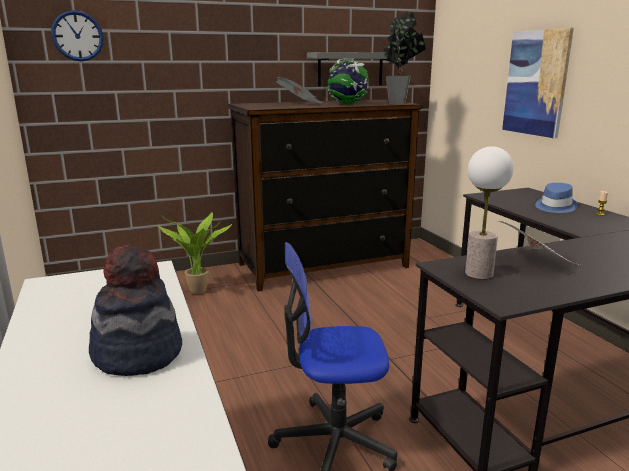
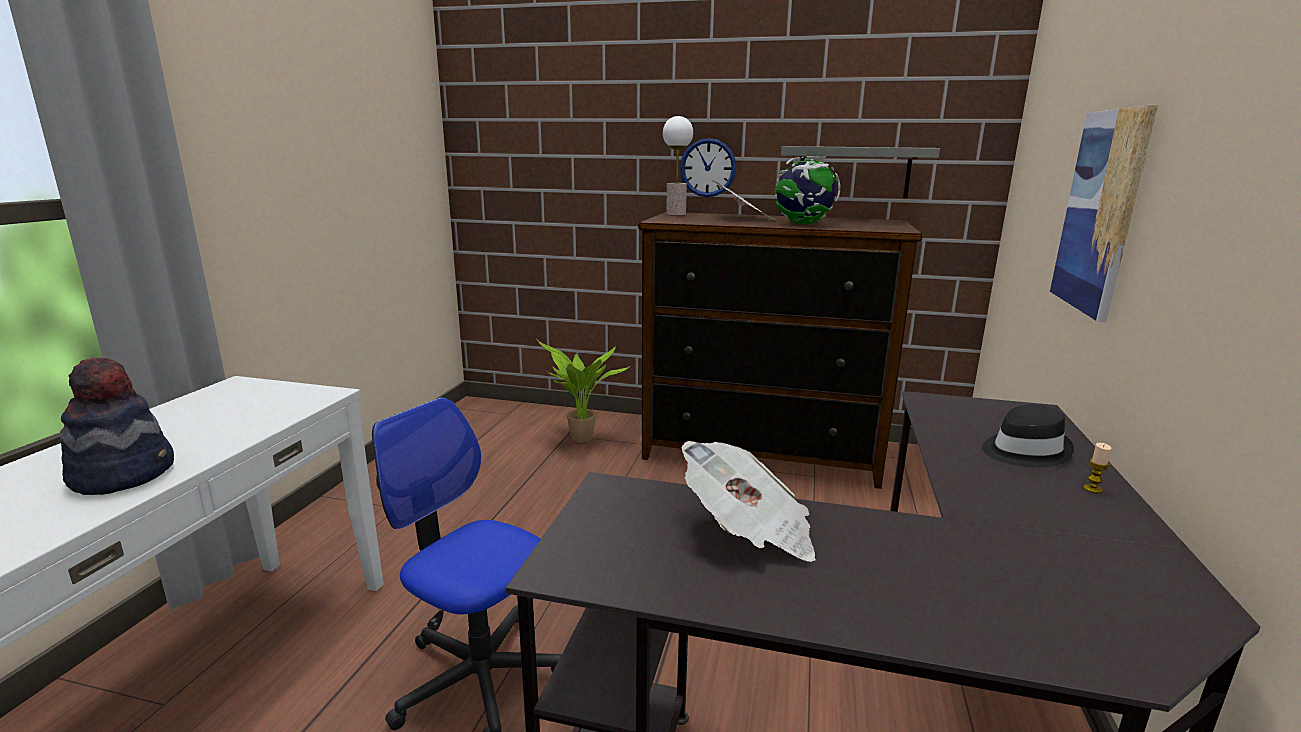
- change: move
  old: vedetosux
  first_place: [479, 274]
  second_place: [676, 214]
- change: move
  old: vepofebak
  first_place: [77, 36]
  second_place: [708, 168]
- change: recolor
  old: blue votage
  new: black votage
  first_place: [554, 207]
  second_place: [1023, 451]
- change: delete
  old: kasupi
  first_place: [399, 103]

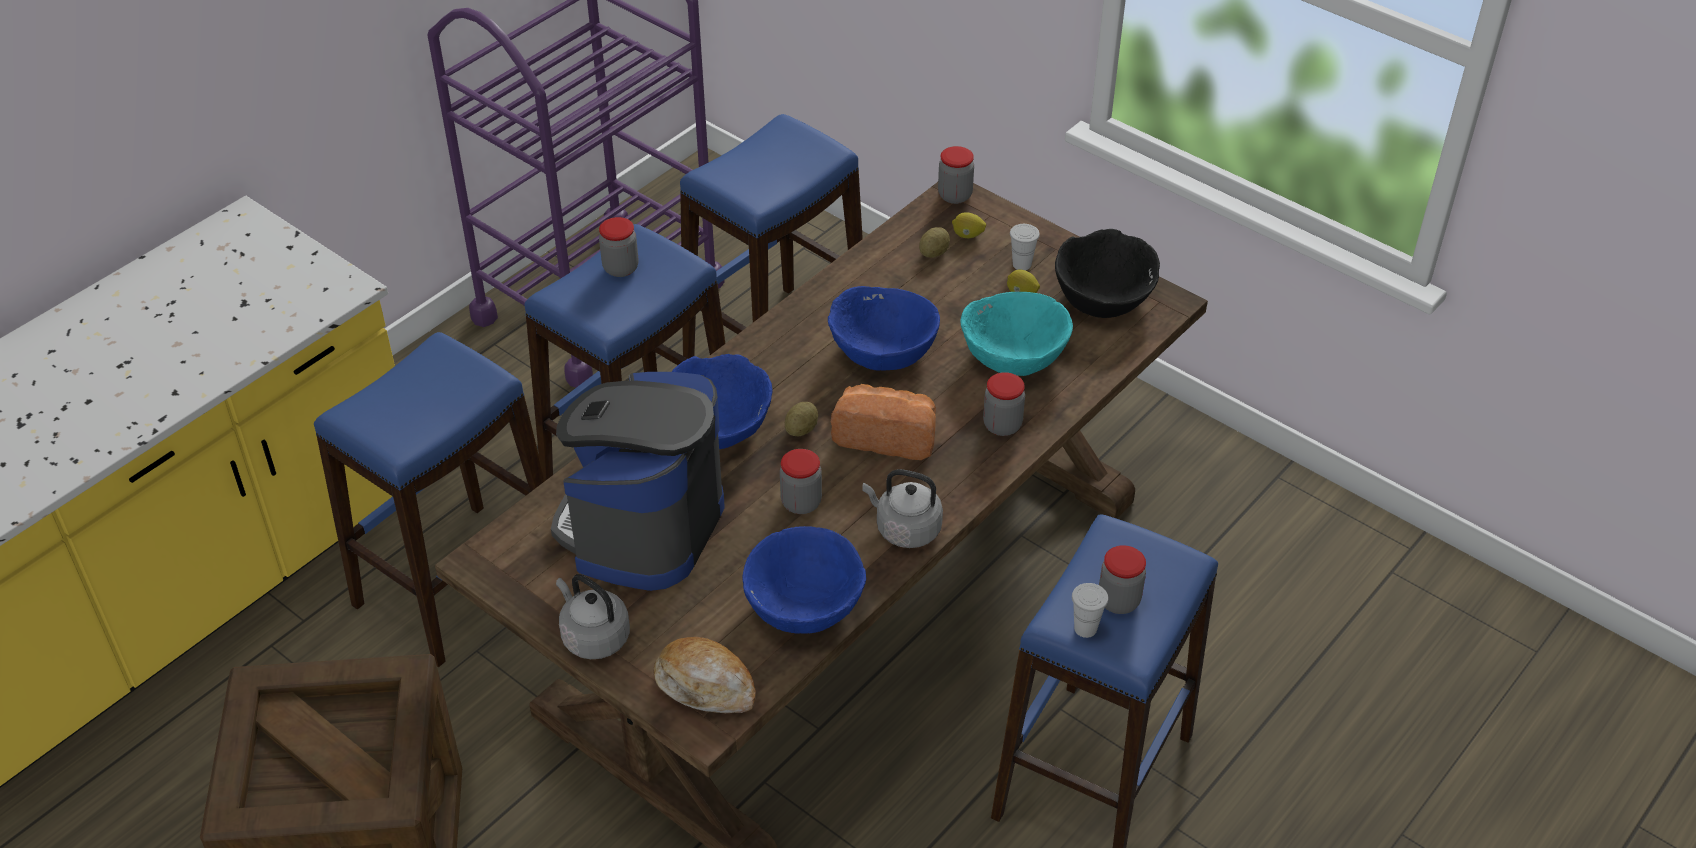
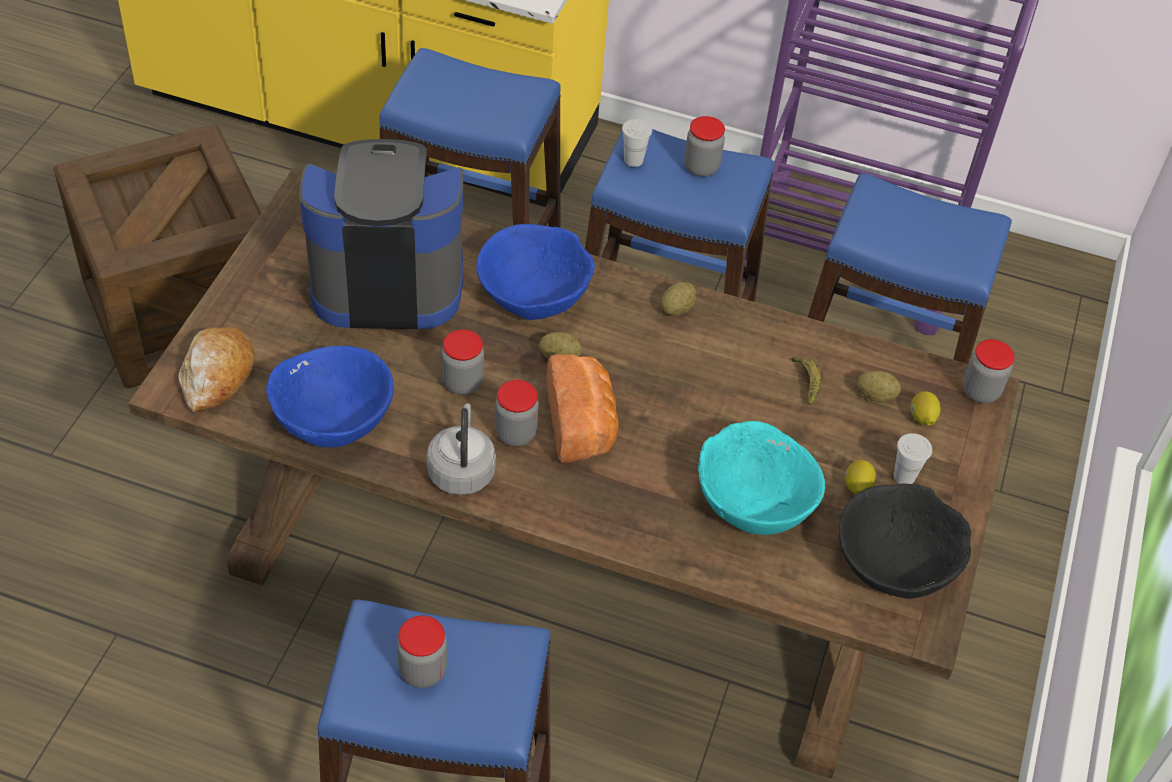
- change: move
  old: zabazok
  first_place: [1002, 425]
  second_place: [515, 433]
- change: move
  old: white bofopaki
  first_place: [1085, 628]
  second_place: [633, 160]
- change: insert
  new: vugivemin
  second_place: [677, 308]
- change: insert
  new: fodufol
  second_place: [806, 382]
- change: delete
  old: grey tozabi
  first_place: [593, 636]
- change: delete
  old: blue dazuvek
  first_place: [883, 350]

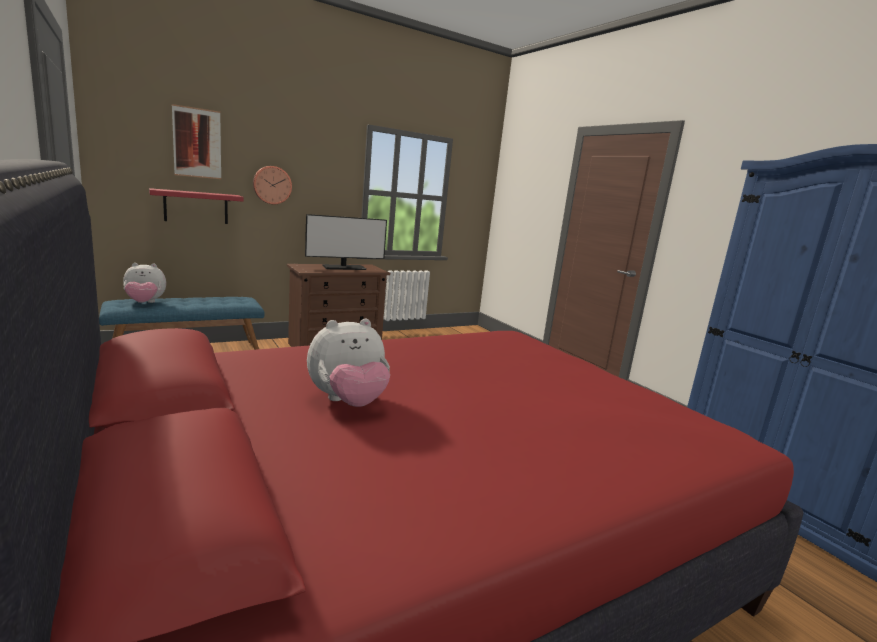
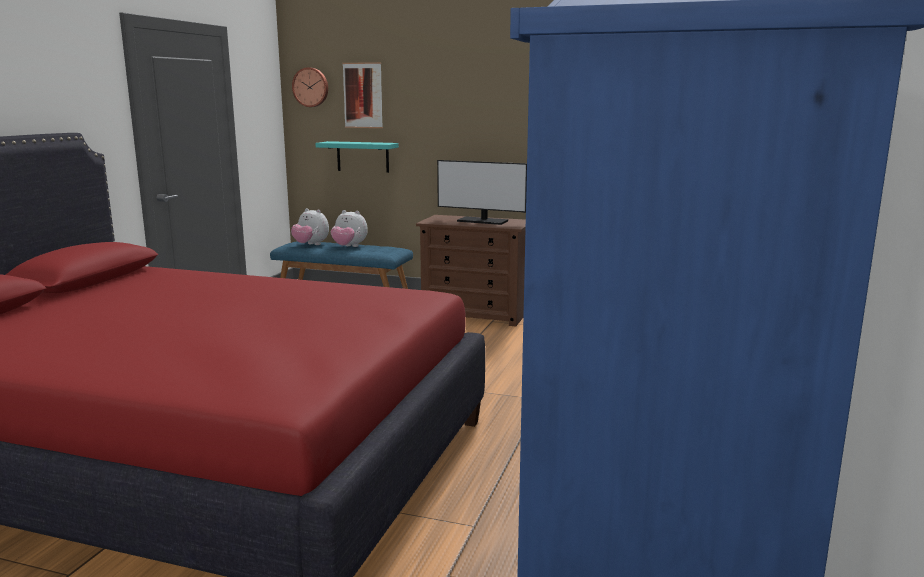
- change: move
  old: vepofebak
  first_place: [272, 185]
  second_place: [311, 87]
- change: recolor
  old: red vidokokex
  new: turquoise vidokokex
  first_place: [196, 207]
  second_place: [362, 156]
- change: move
  old: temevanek
  first_place: [348, 402]
  second_place: [349, 247]

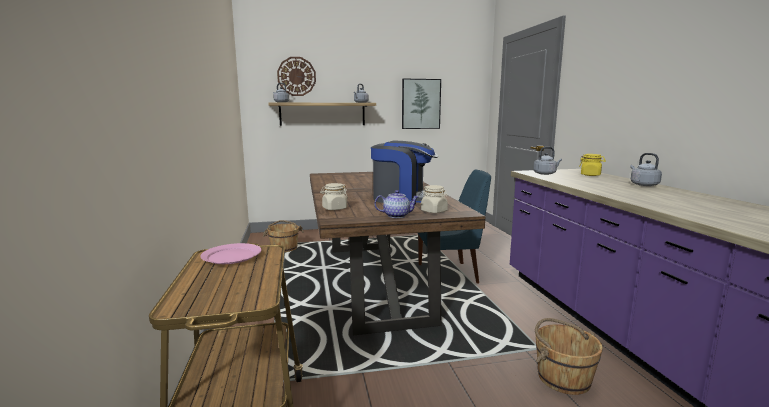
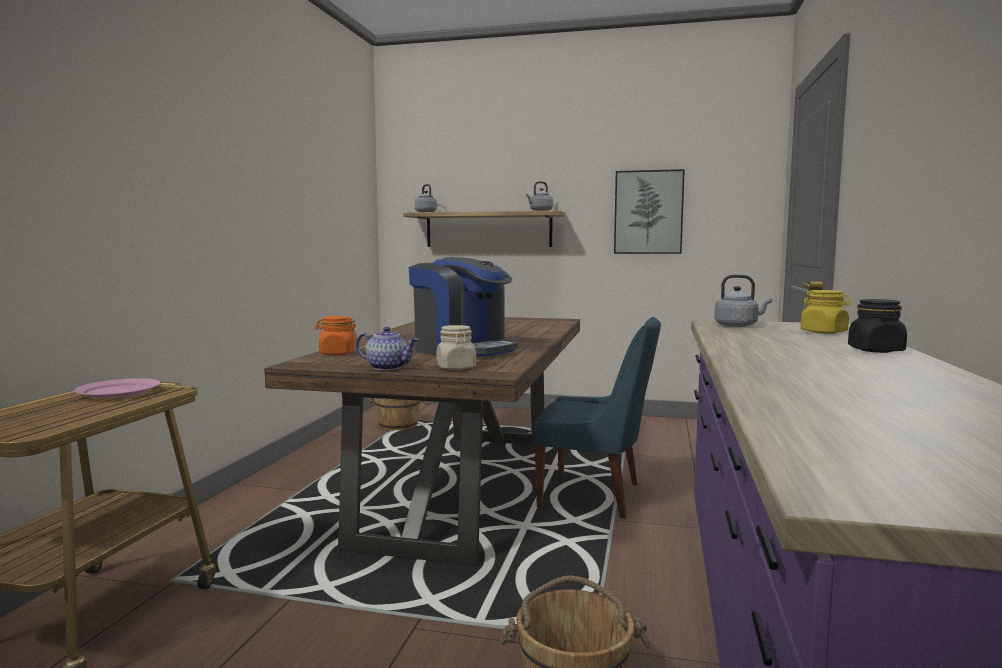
- change: recolor
  old: beige zabazok
  new: orange zabazok
  first_place: [334, 208]
  second_place: [336, 353]
- change: replace
  old: grey tozabi
  new: black zabazok
  first_place: [643, 184]
  second_place: [876, 350]
- change: delete
  old: vepofebak
  first_place: [296, 76]

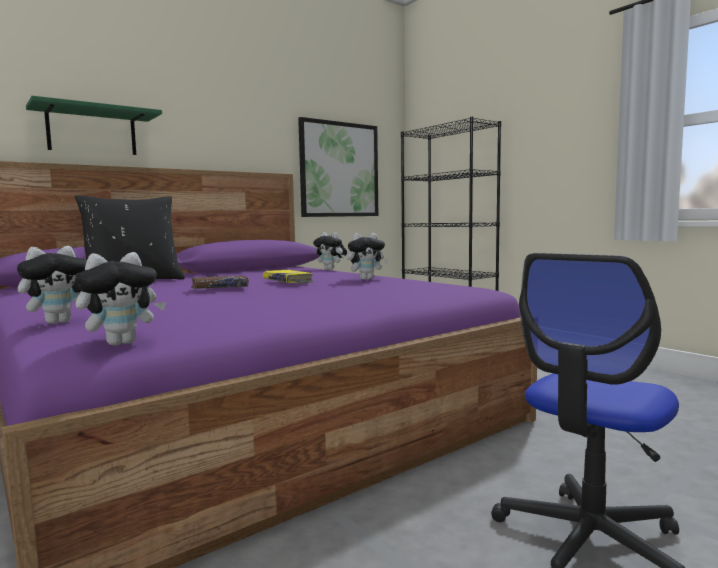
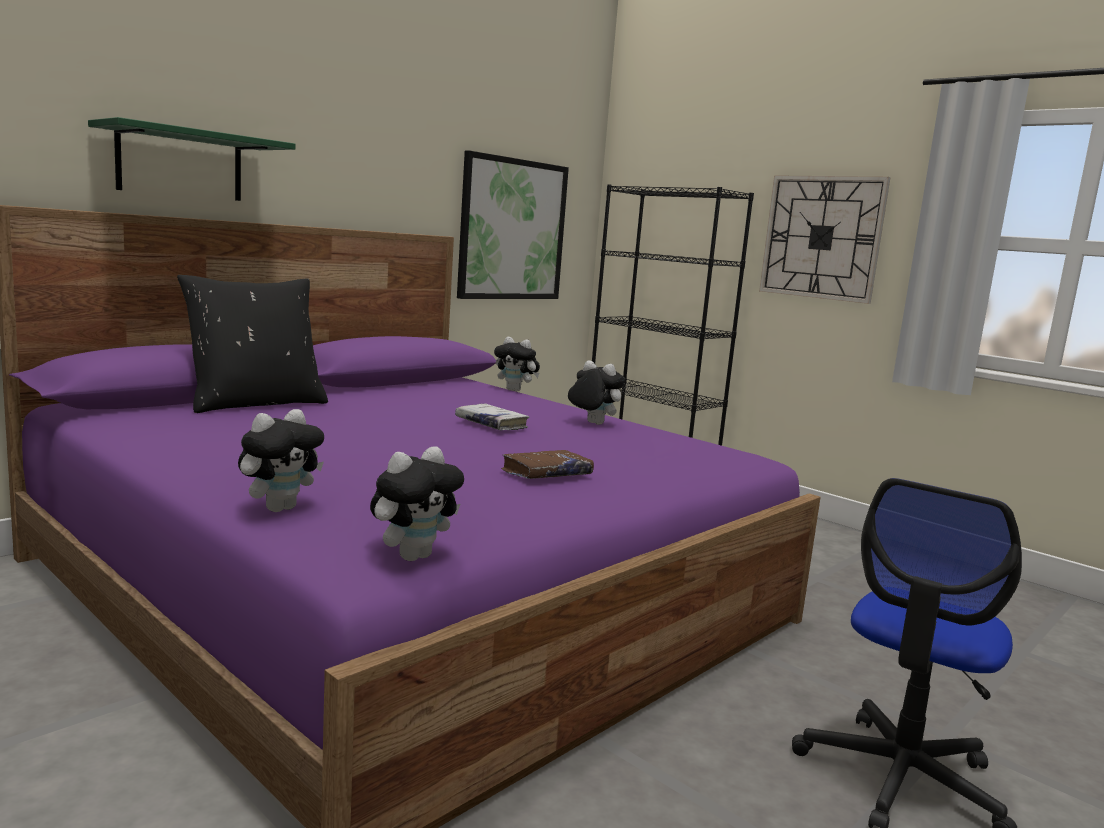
- change: recolor
  old: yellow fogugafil
  new: white fogugafil
  first_place: [287, 282]
  second_place: [491, 424]
- change: move
  old: brown fogugafil
  first_place: [219, 288]
  second_place: [546, 474]
- change: rotate
  old: temevanek
  first_place: [366, 279]
  second_place: [592, 423]
  degrees: -120
- change: insert
  new: vepofebak
  second_place: [822, 237]

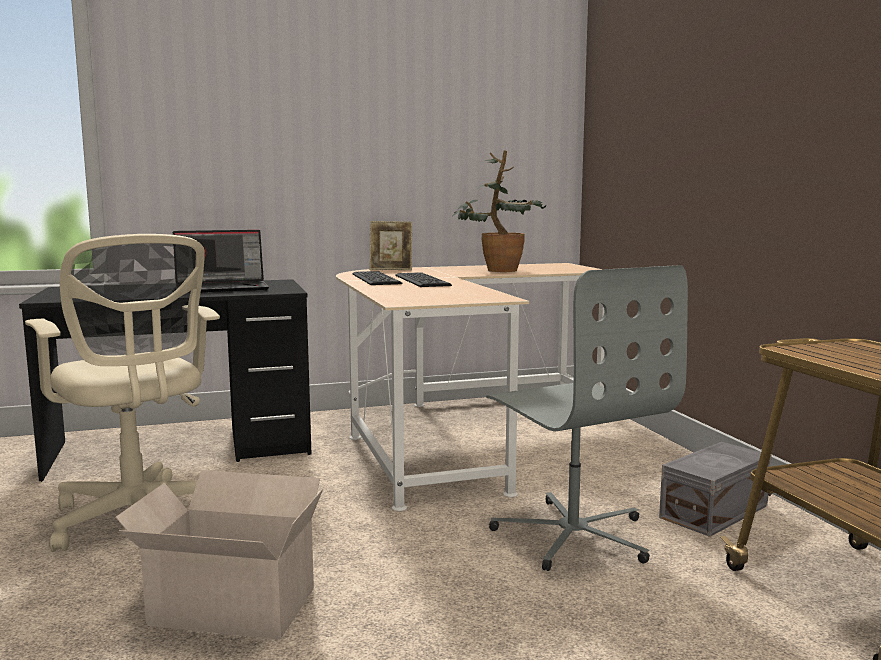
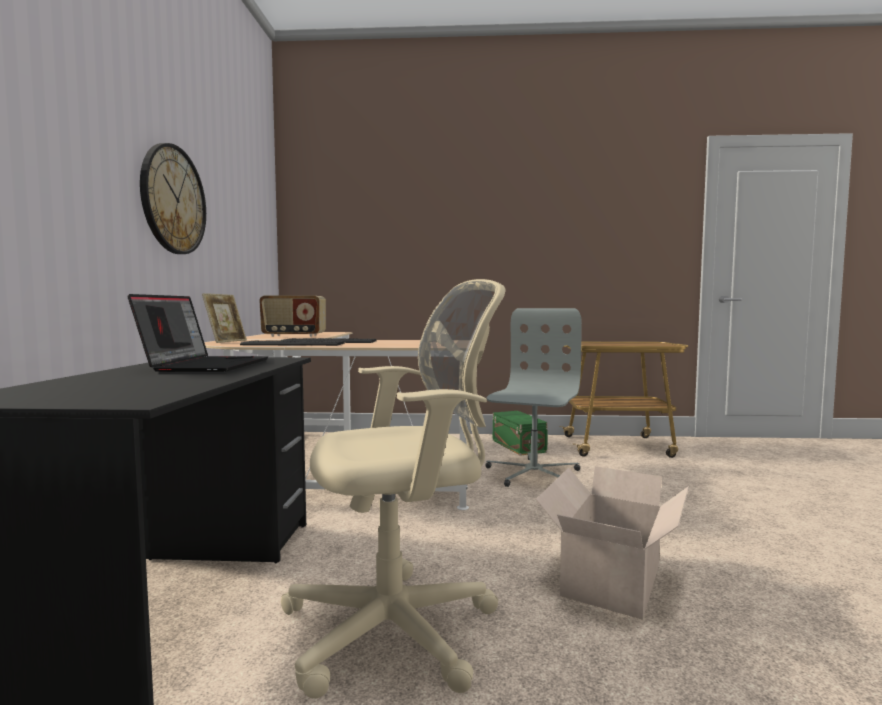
- change: insert
  new: vepofebak
  second_place: [173, 200]
- change: replace
  old: kasupi
  new: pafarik
  first_place: [497, 270]
  second_place: [294, 336]
- change: rotate
  old: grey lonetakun
  first_place: [573, 535]
  second_place: [532, 473]
  degrees: -60
- change: recolor
  old: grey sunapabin
  new: green sunapabin
  first_place: [716, 511]
  second_place: [519, 445]

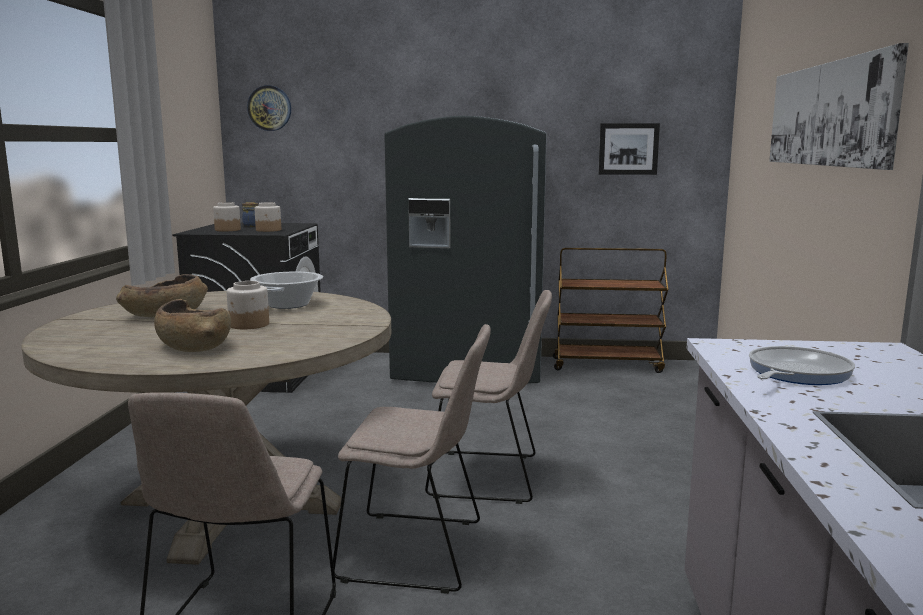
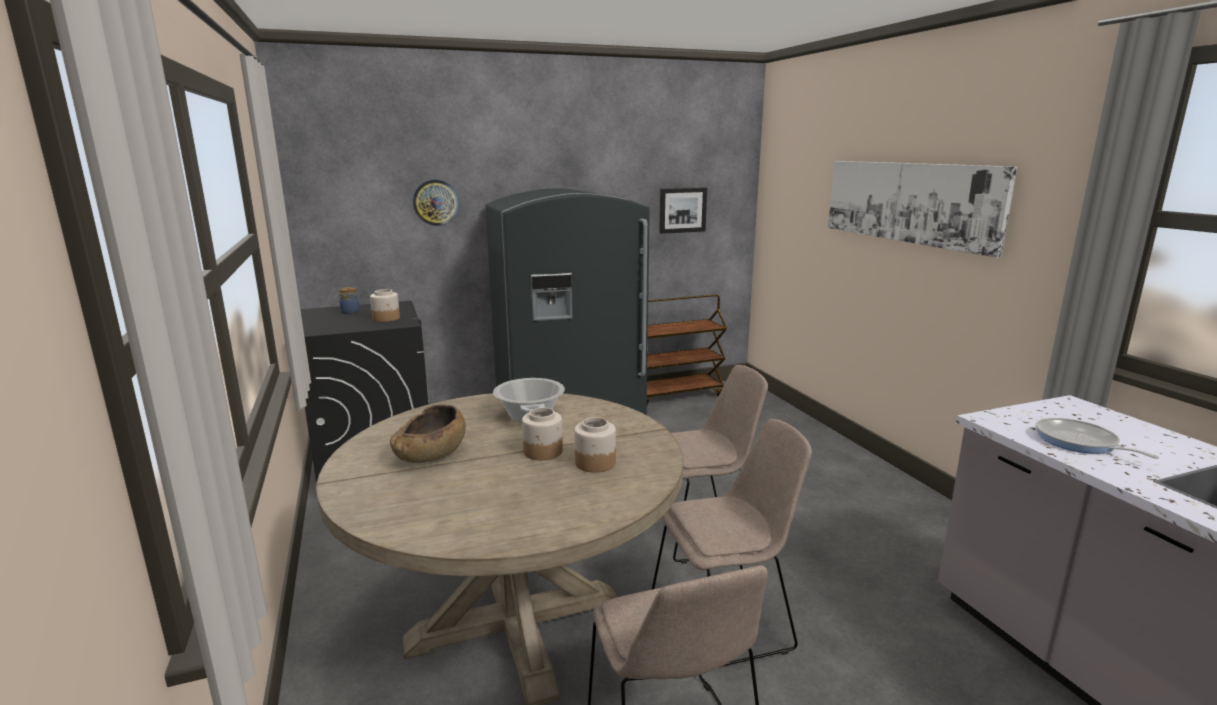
- change: move
  old: vepofebak
  first_place: [269, 108]
  second_place: [435, 202]
- change: move
  old: zabazok
  first_place: [227, 230]
  second_place: [594, 463]
- change: rotate
  old: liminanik
  first_place: [795, 373]
  second_place: [1079, 442]
  degrees: -45
- change: delete
  old: brown dazuvek
  first_place: [194, 346]

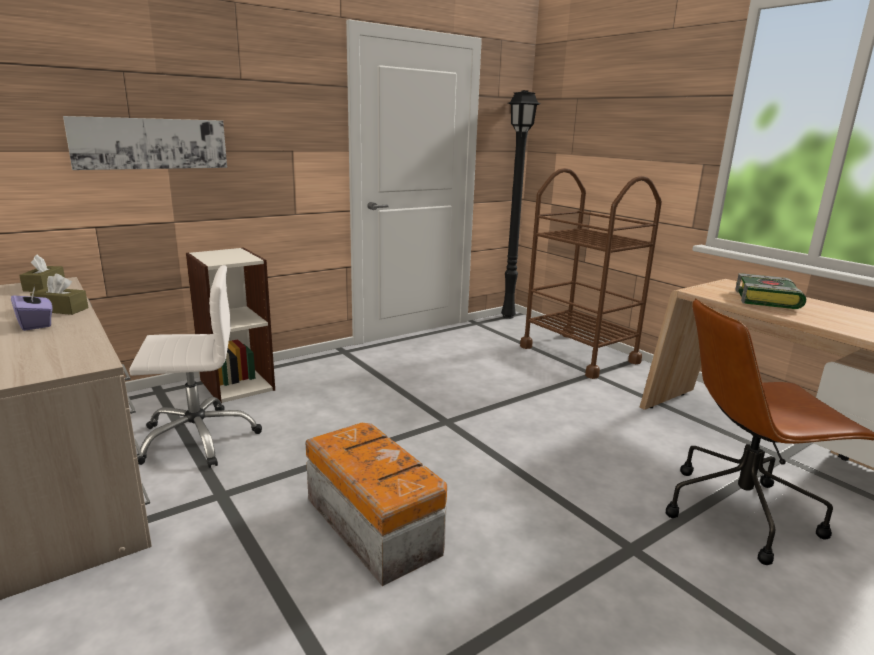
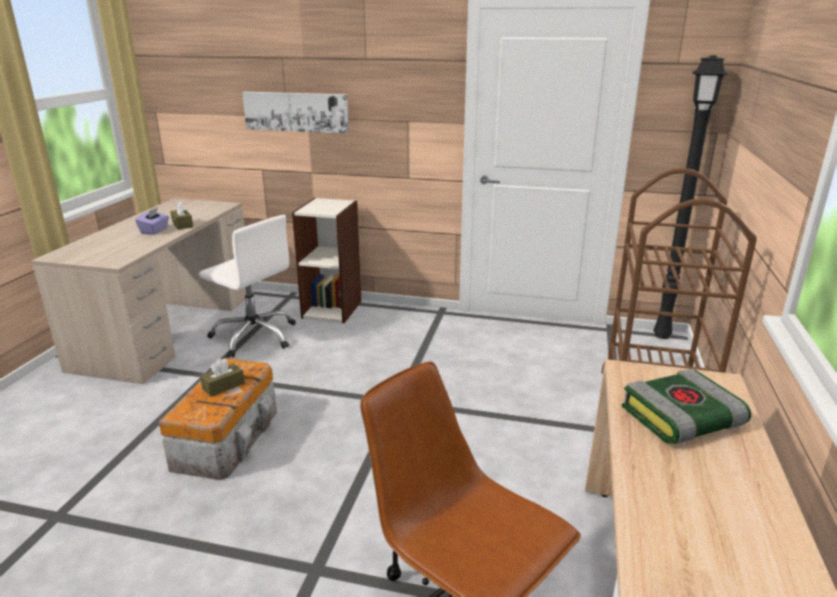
- change: move
  old: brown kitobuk
  first_place: [44, 286]
  second_place: [223, 386]

